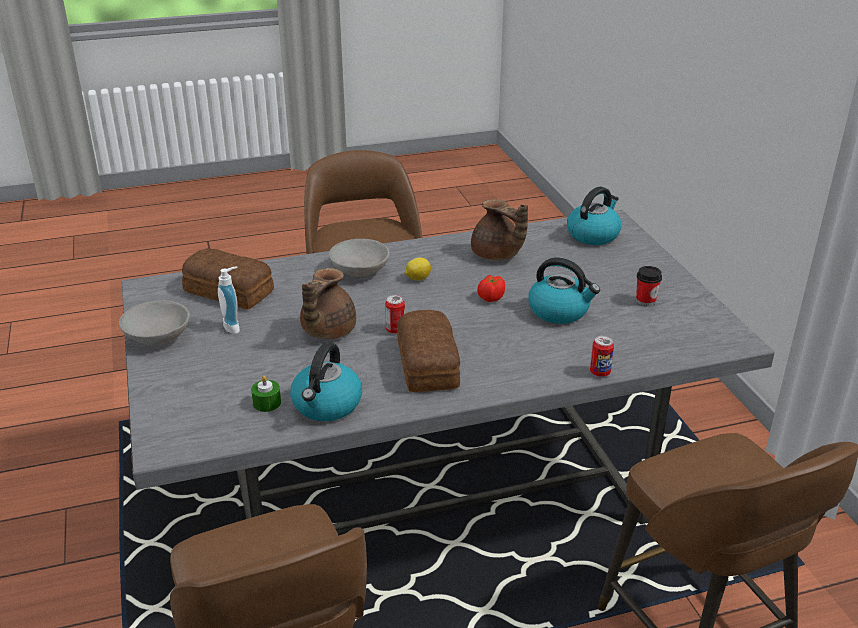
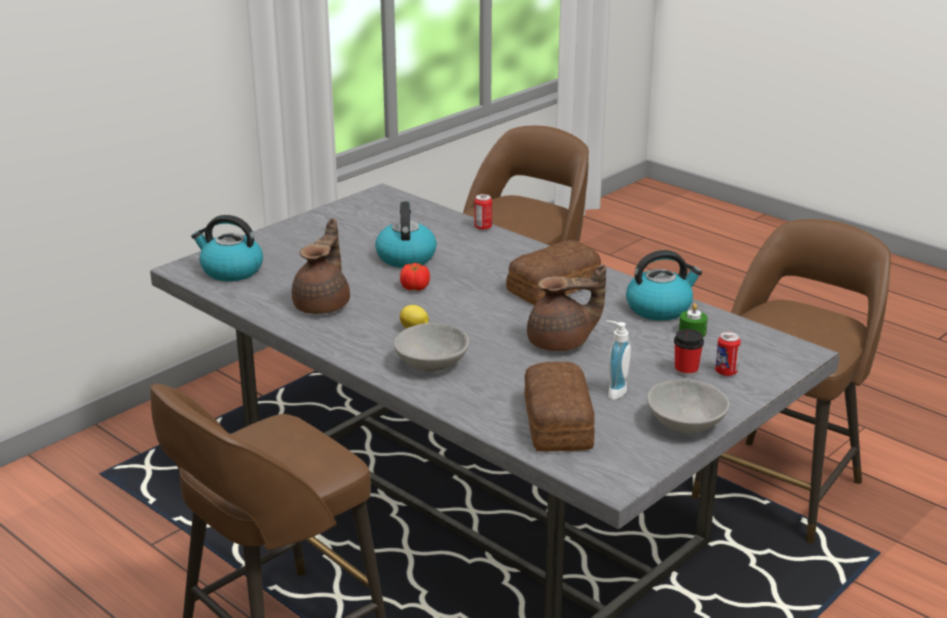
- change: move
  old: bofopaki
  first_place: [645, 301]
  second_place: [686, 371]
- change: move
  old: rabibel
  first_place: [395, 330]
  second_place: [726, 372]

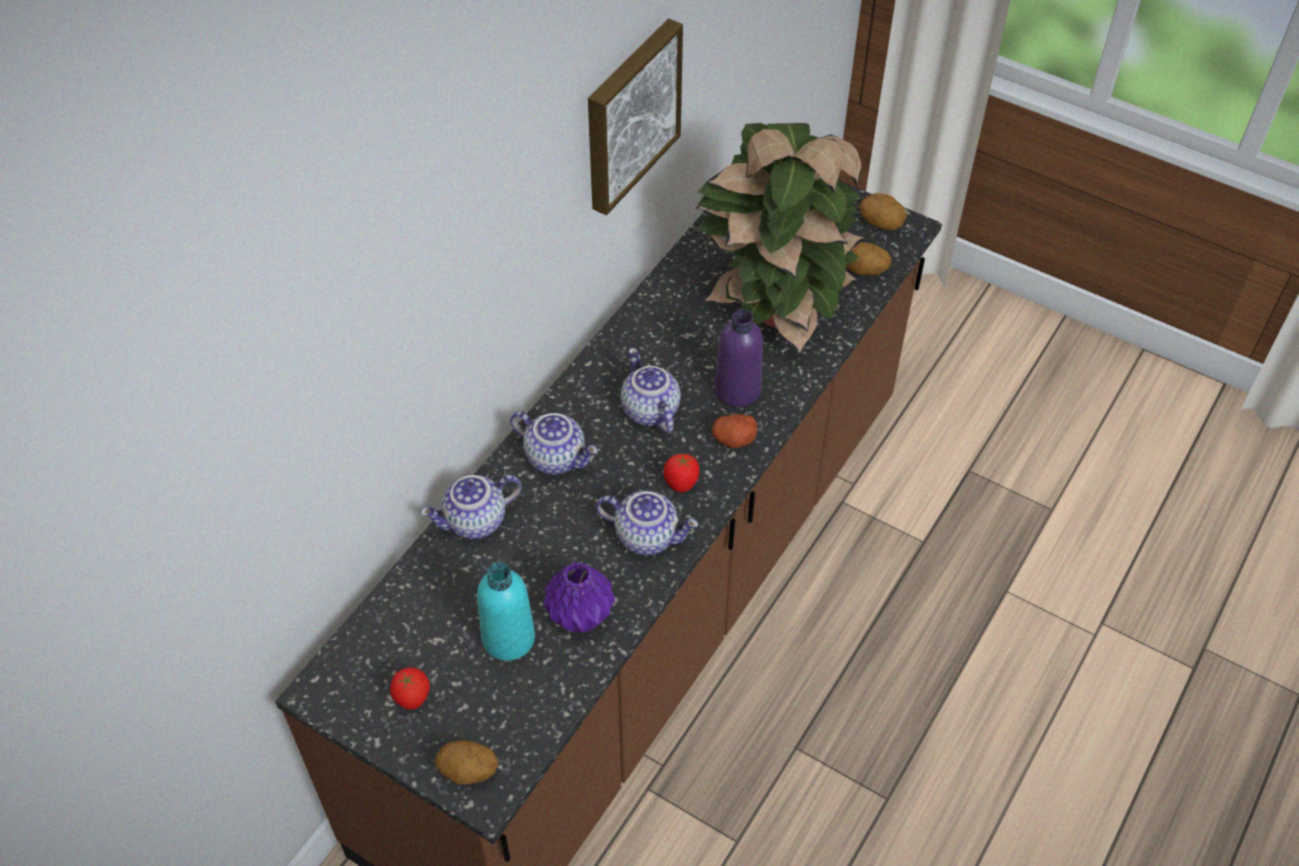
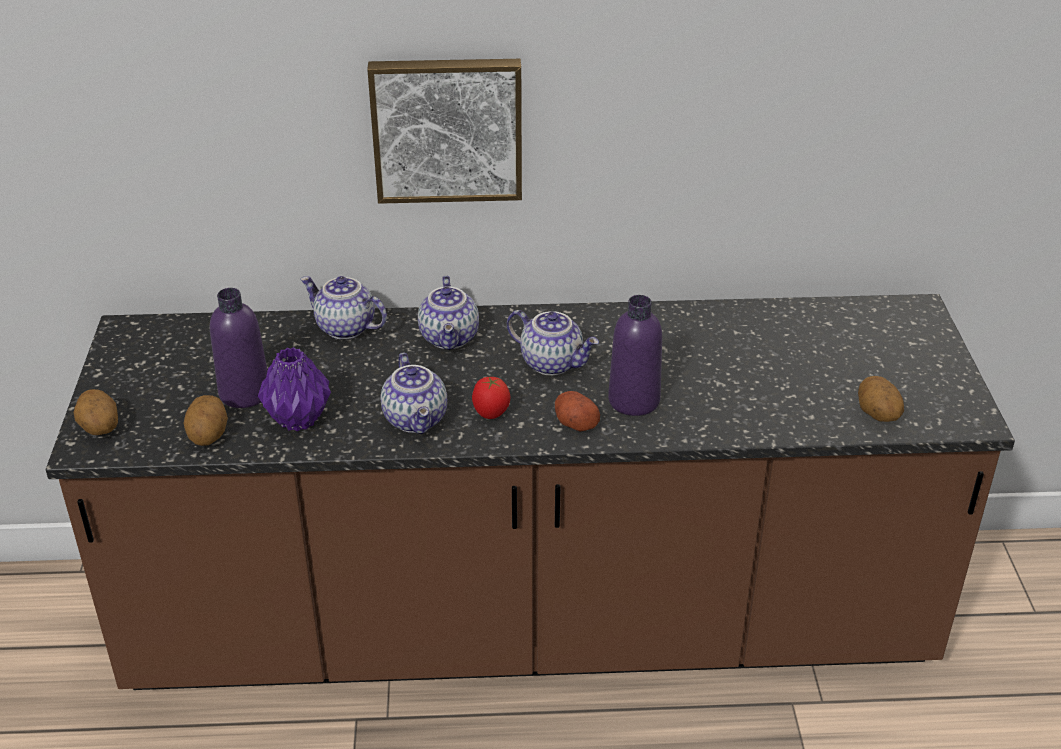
- change: move
  old: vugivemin
  first_place: [881, 223]
  second_place: [209, 436]
- change: recolor
  old: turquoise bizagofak
  new: purple bizagofak
  first_place: [508, 638]
  second_place: [245, 393]
- change: move
  old: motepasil
  first_place: [629, 114]
  second_place: [447, 128]
- change: rotate
  old: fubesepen
  first_place: [648, 410]
  second_place: [553, 363]
  degrees: 90
- change: delete
  old: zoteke
  first_place: [412, 699]
- change: delete
  old: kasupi
  first_place: [773, 311]

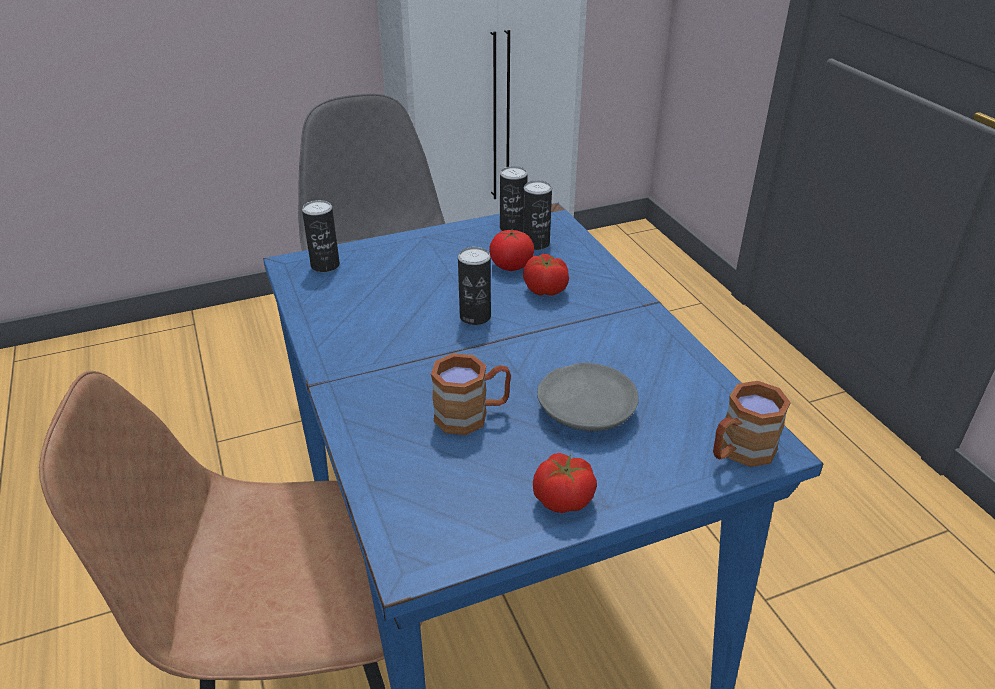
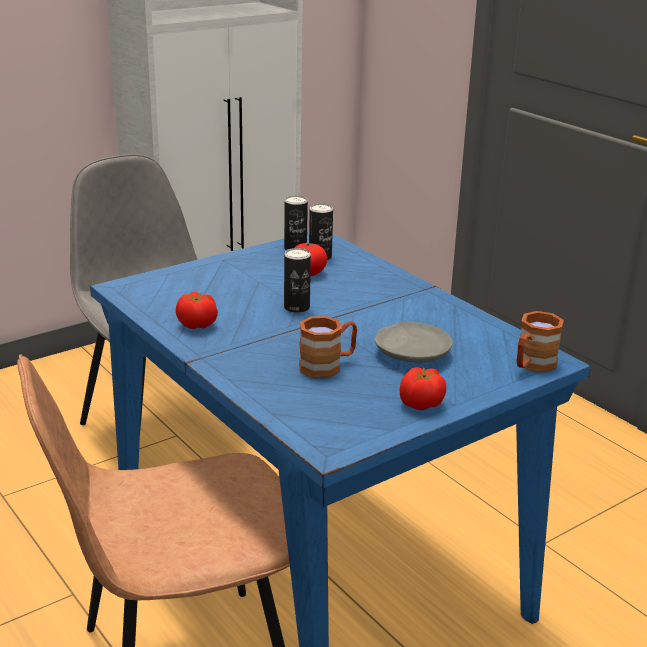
- change: move
  old: zoteke
  first_place: [545, 290]
  second_place: [197, 325]
- change: delete
  old: rabibel
  first_place: [325, 265]

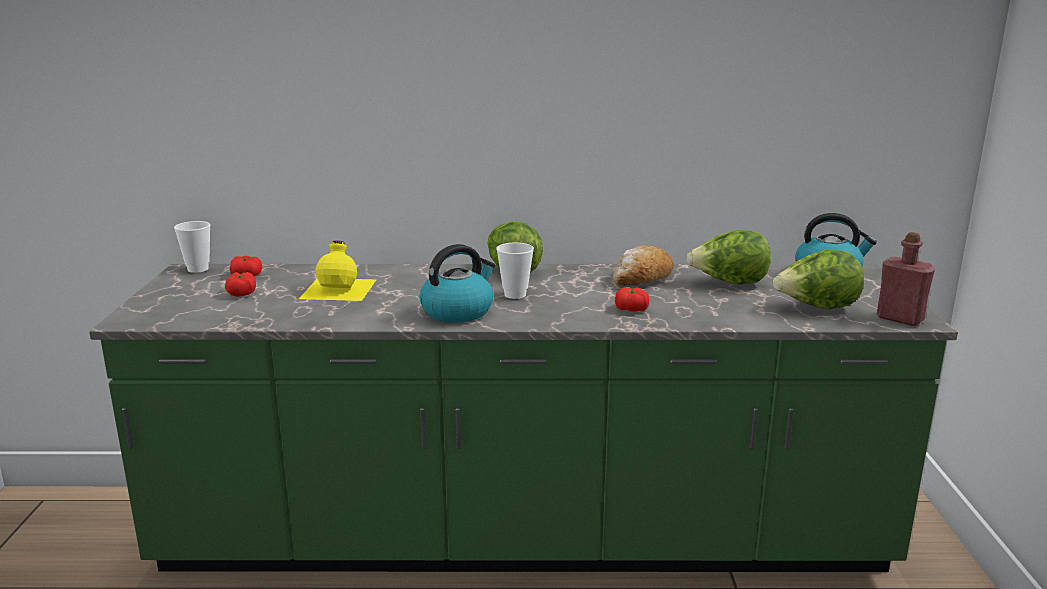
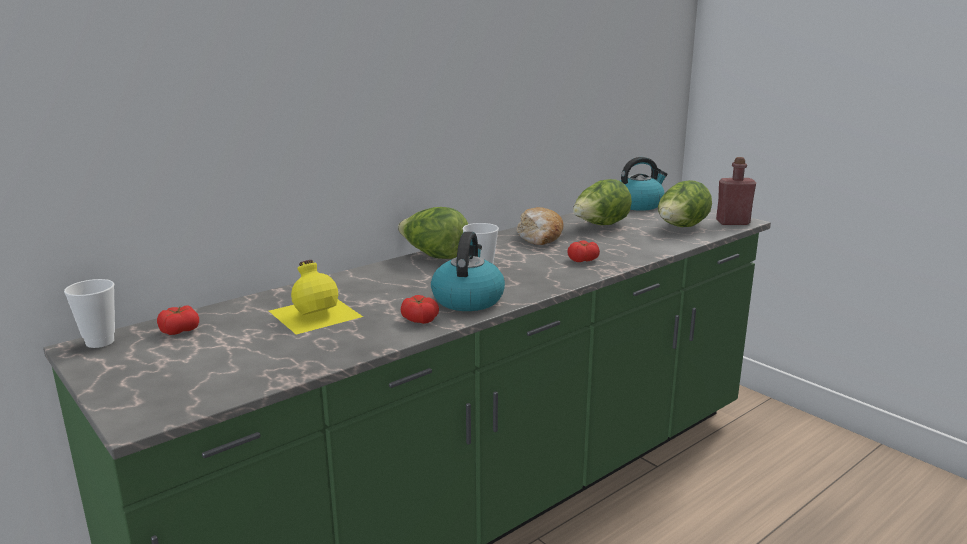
- change: move
  old: zoteke
  first_place: [241, 293]
  second_place: [419, 319]

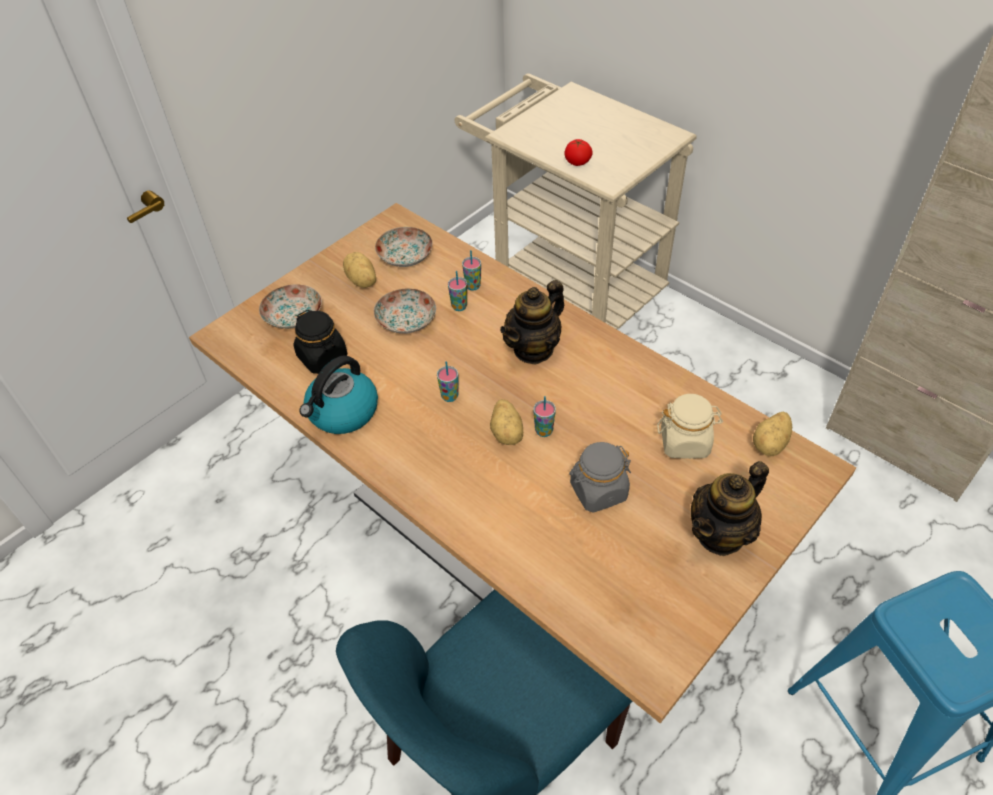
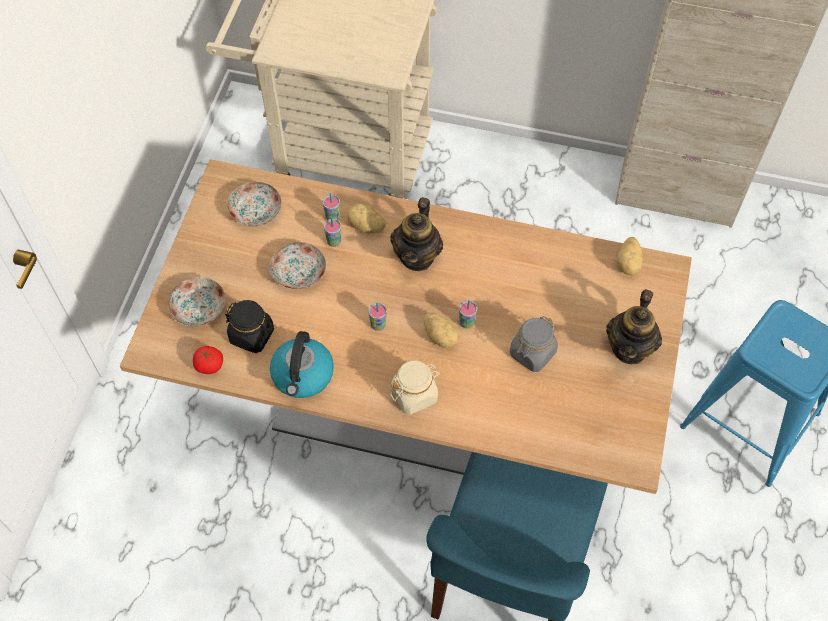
- change: move
  old: zoteke
  first_place: [577, 162]
  second_place: [209, 366]
- change: move
  old: vugivemin
  first_place: [361, 281]
  second_place: [366, 227]
- change: move
  old: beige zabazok
  first_place: [685, 442]
  second_place: [414, 395]

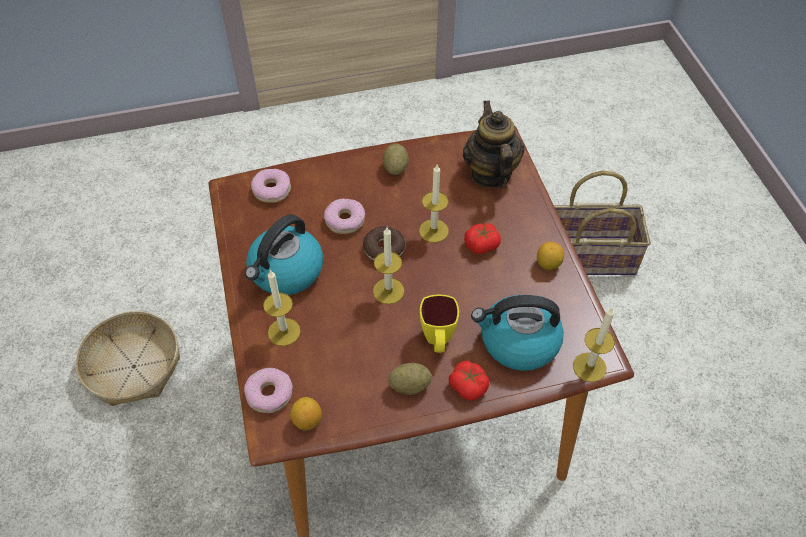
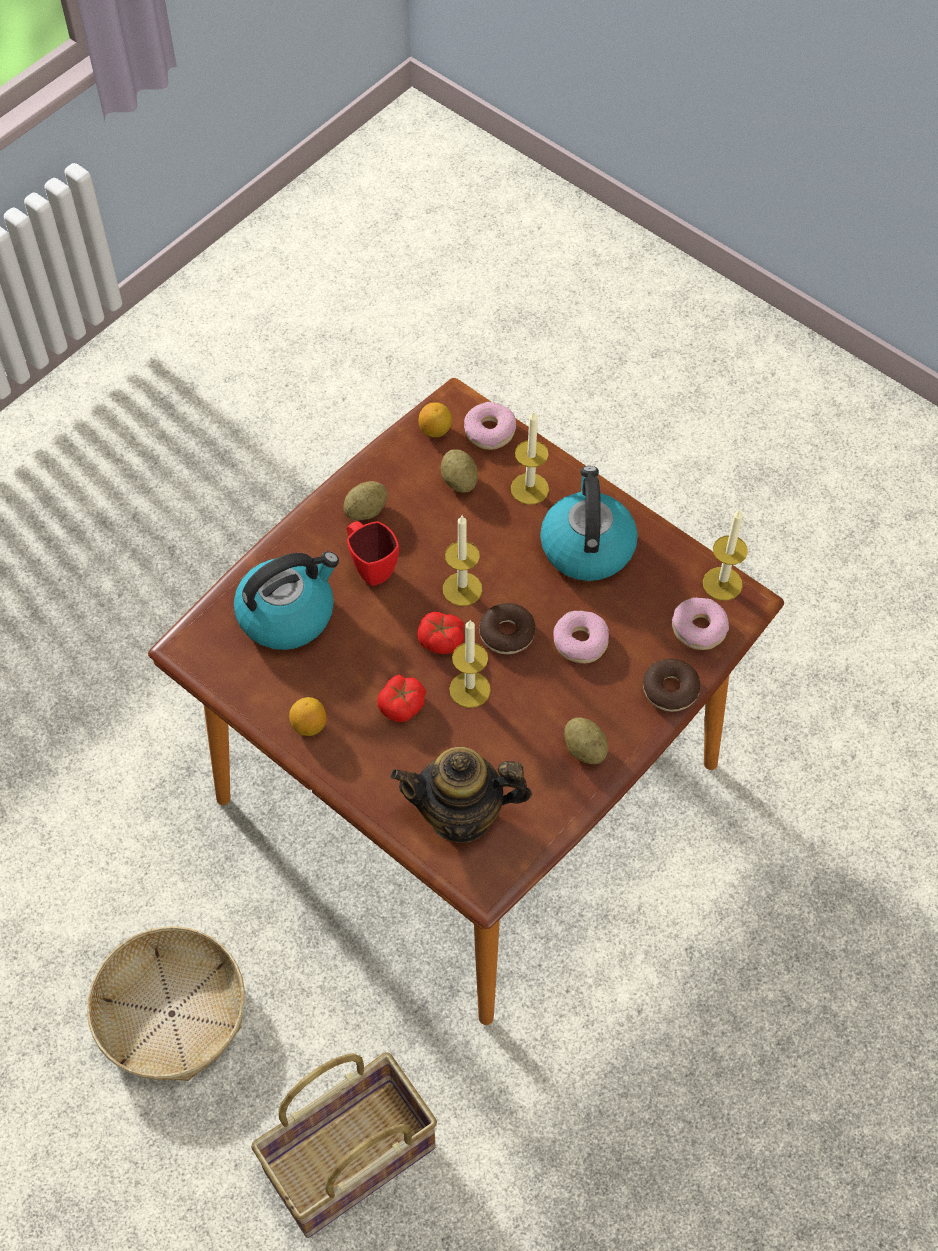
- change: move
  old: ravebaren
  first_place: [134, 366]
  second_place: [171, 1014]
- change: recolor
  old: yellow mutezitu
  new: red mutezitu
  first_place: [438, 341]
  second_place: [370, 567]
- change: rotate
  old: fubesepen
  first_place: [490, 173]
  second_place: [461, 815]
  degrees: 135
- change: move
  old: zoteke
  first_place: [468, 385]
  second_place: [441, 640]
- change: insert
  new: vugivemin
  second_place: [459, 481]
- change: insert
  new: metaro
  second_place: [670, 690]
- change: move
  old: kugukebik
  first_place: [589, 367]
  second_place: [722, 583]

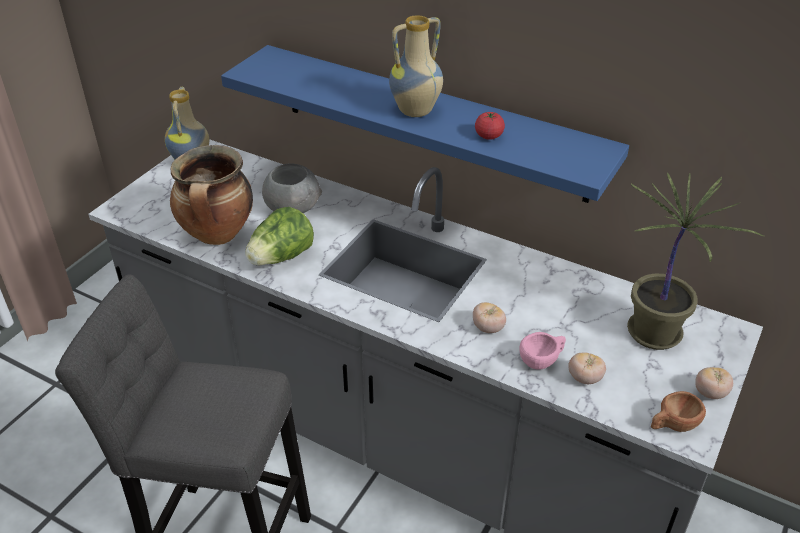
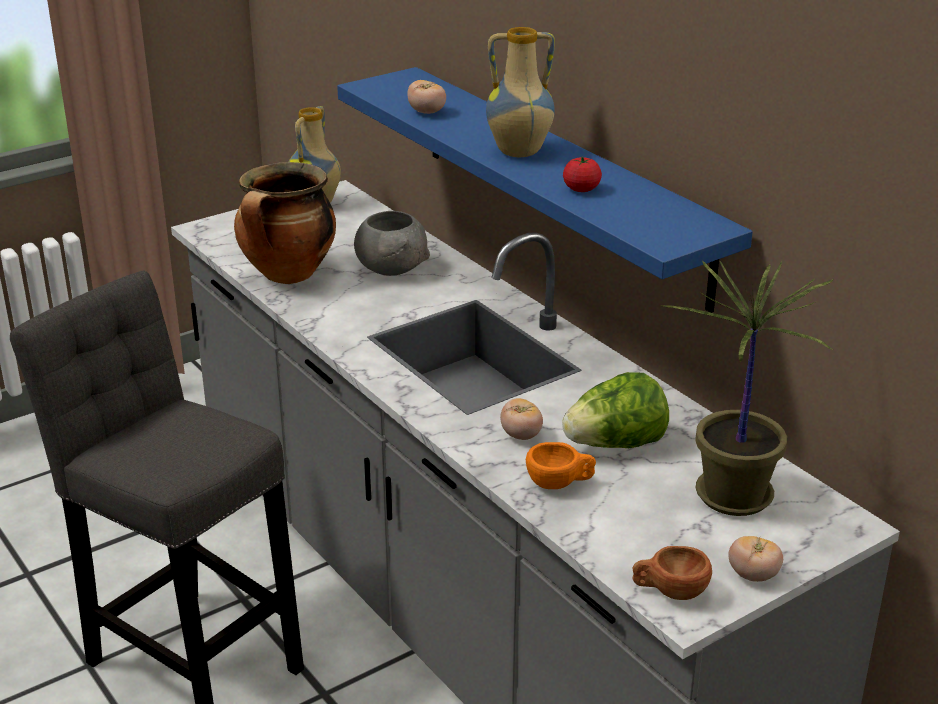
- change: move
  old: zoteke
  first_place: [584, 378]
  second_place: [426, 112]
- change: recolor
  old: pink bofopaki
  new: orange bofopaki
  first_place: [542, 360]
  second_place: [560, 483]
- change: move
  old: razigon
  first_place: [281, 257]
  second_place: [615, 444]

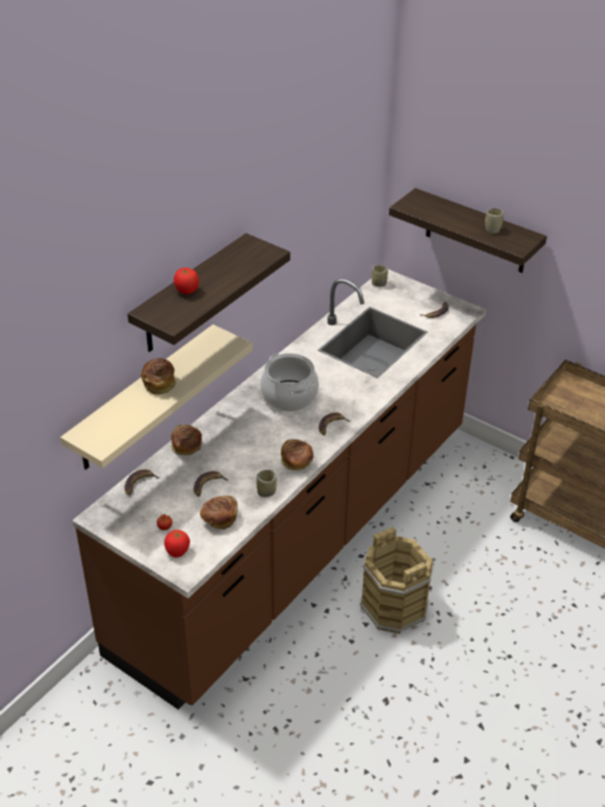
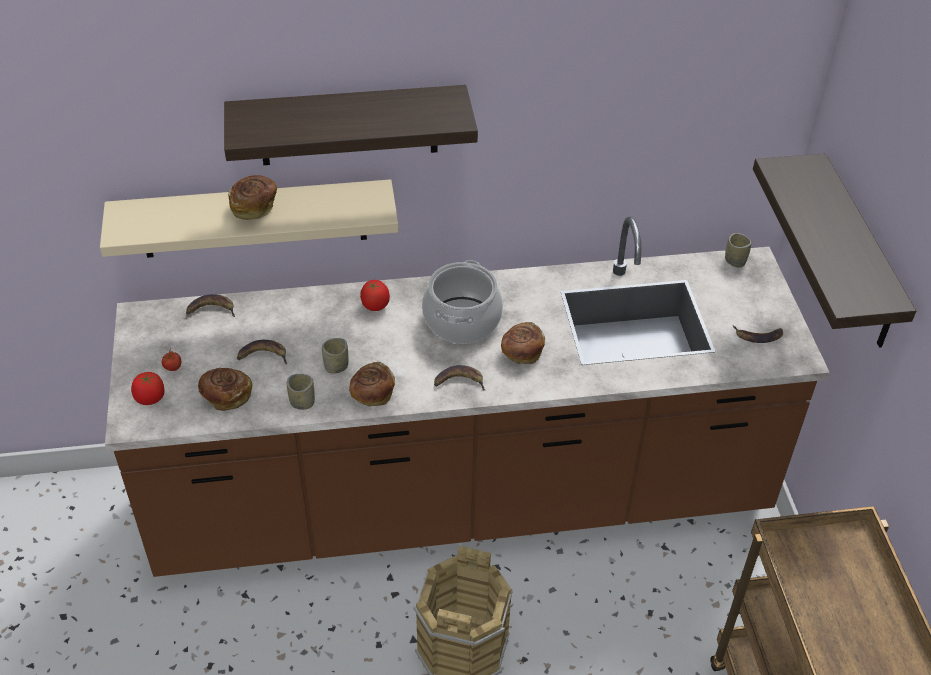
- change: move
  old: bofopaki
  first_place: [492, 230]
  second_place: [336, 366]
- change: move
  old: zoteke
  first_place: [186, 291]
  second_place: [375, 305]
- change: move
  old: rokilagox
  first_place: [186, 447]
  second_place: [521, 352]

